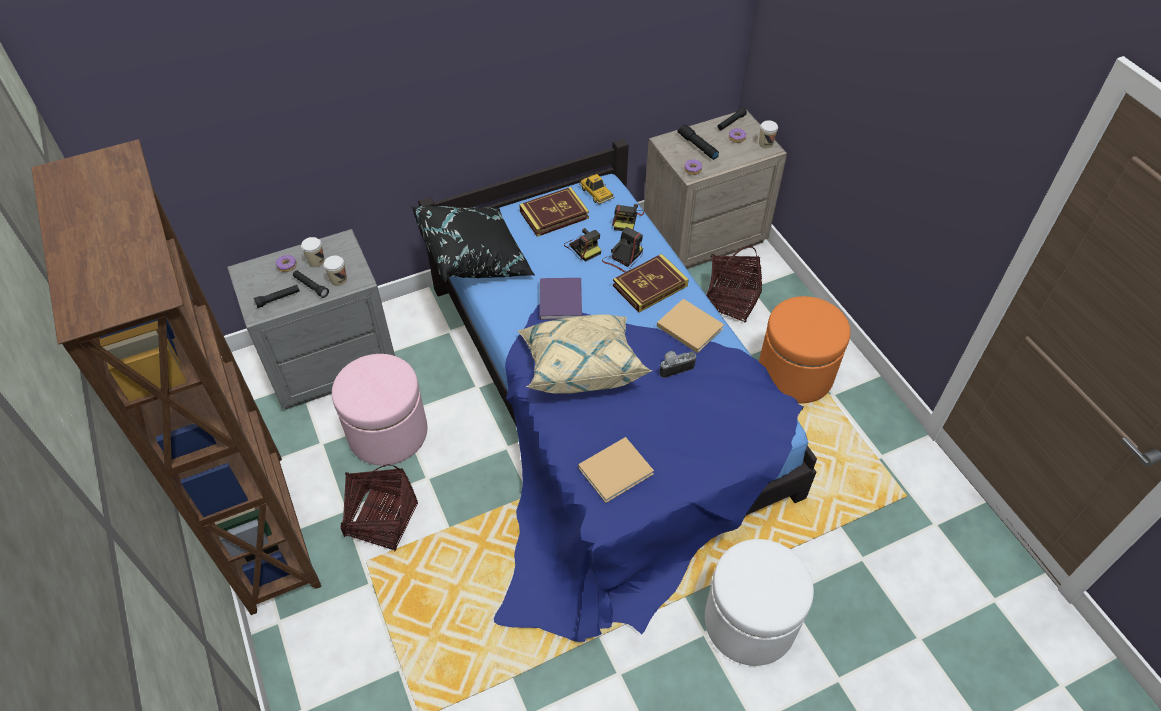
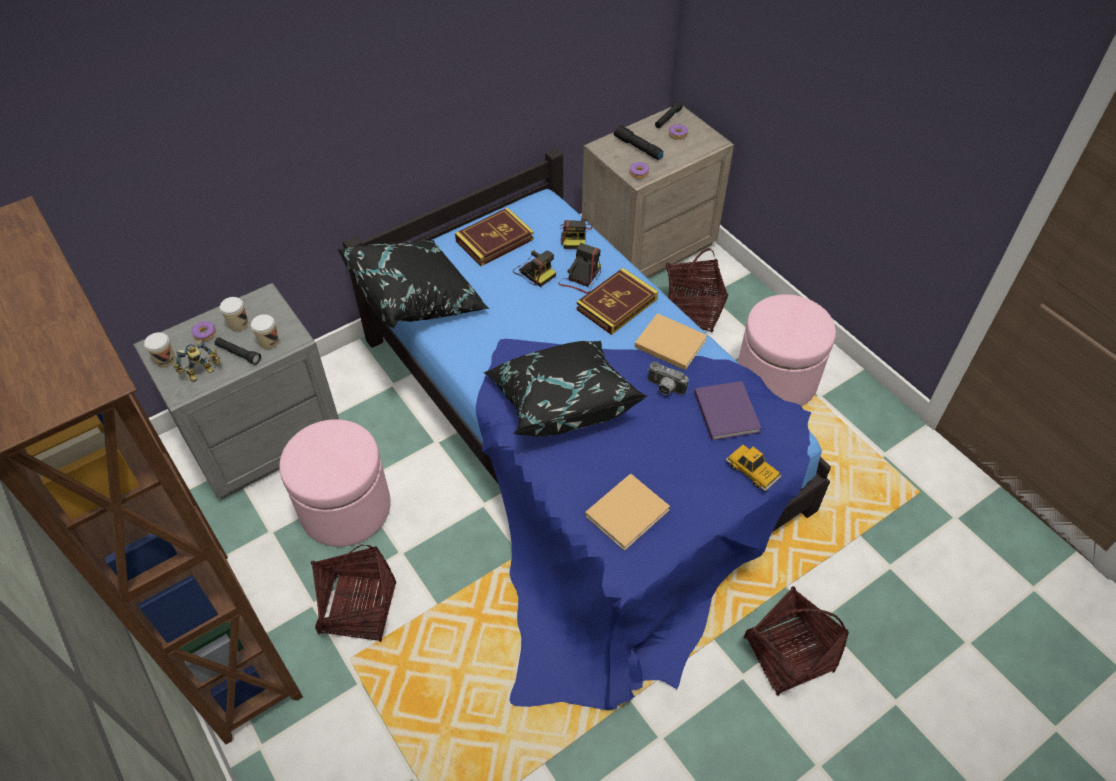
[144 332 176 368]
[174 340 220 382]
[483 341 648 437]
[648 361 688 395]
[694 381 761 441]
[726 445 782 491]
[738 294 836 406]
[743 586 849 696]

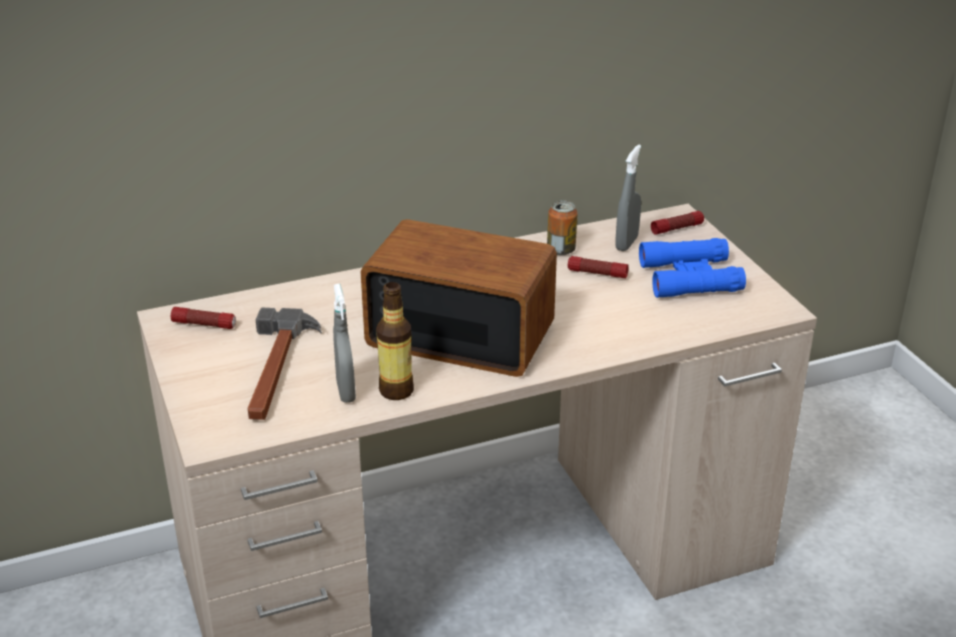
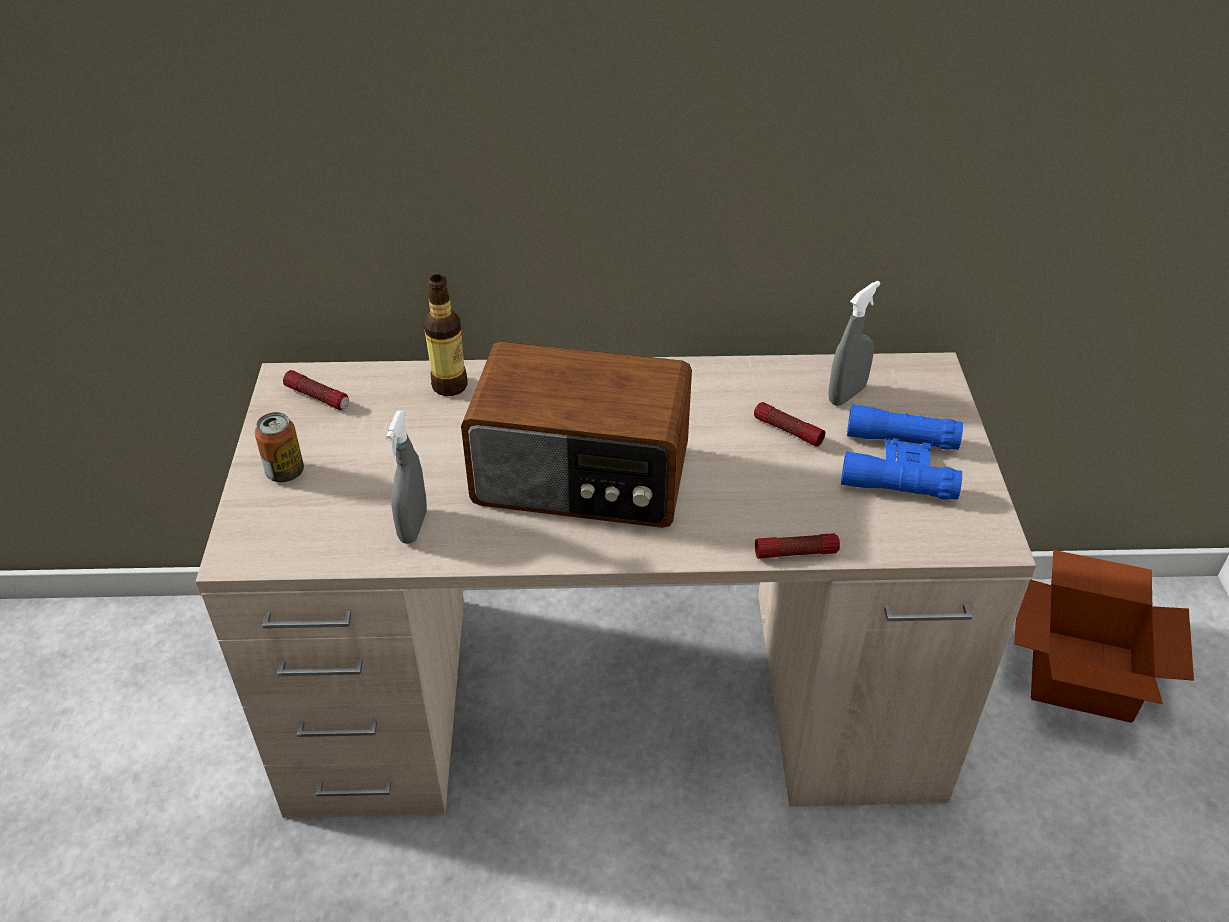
[255 412 304 482]
[424 274 468 396]
[461 342 692 528]
[755 533 840 559]
[1014 550 1194 723]
[248 308 322 420] (first image)

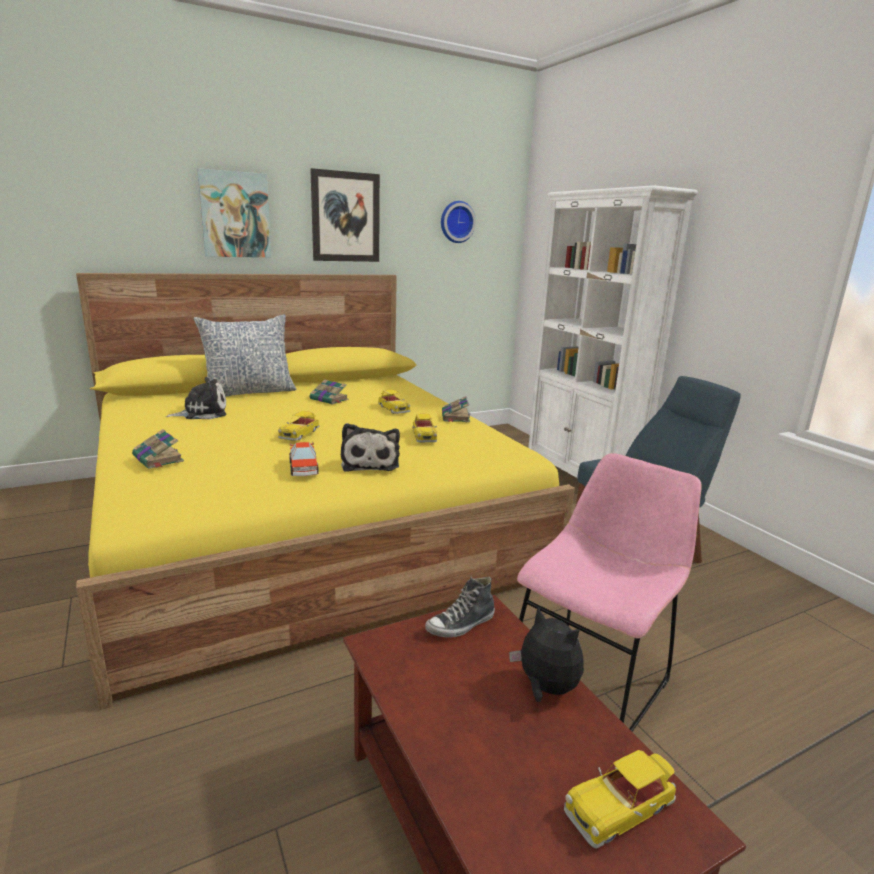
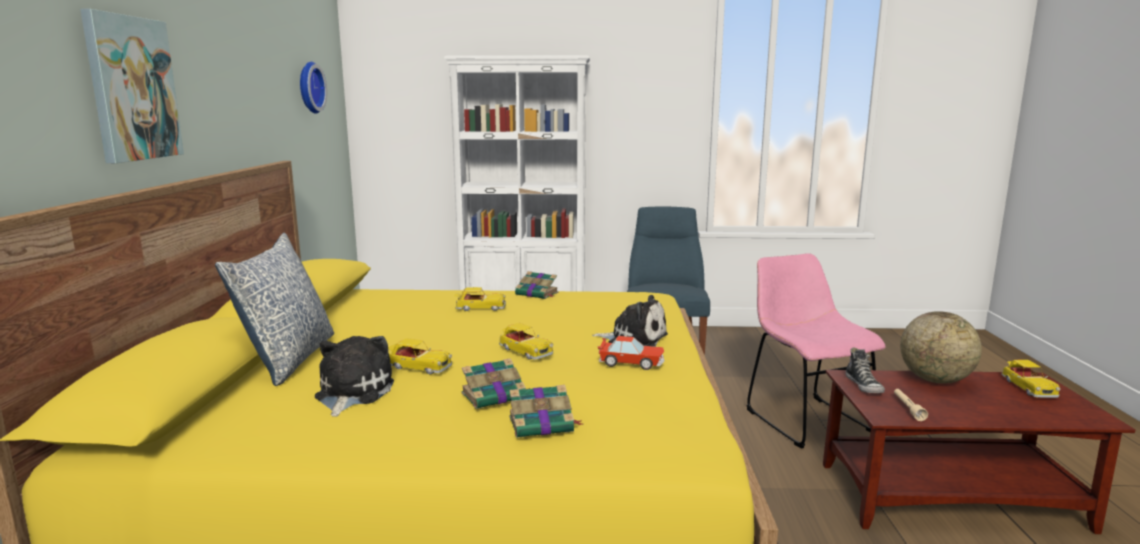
[388 338 452 374]
[461 358 530 409]
[894 389 928 421]
[900 311 982 384]
[310 168 380 262] (first image)

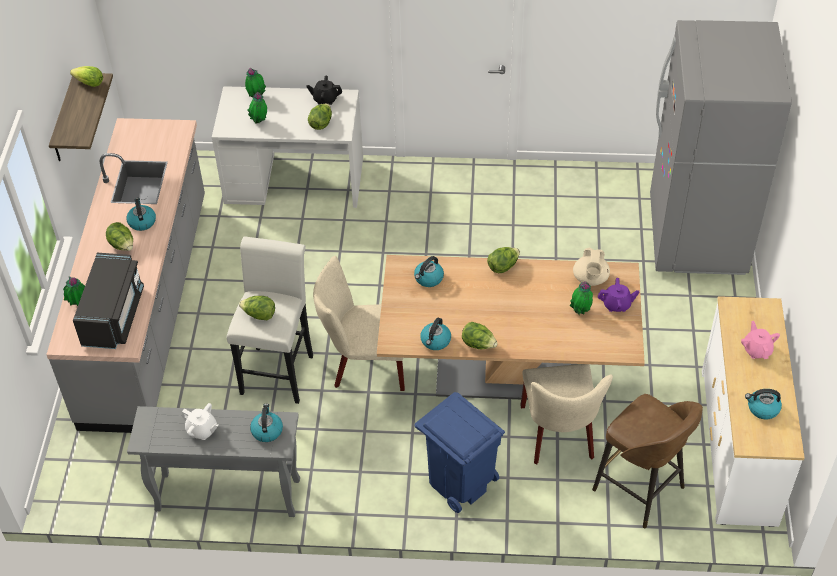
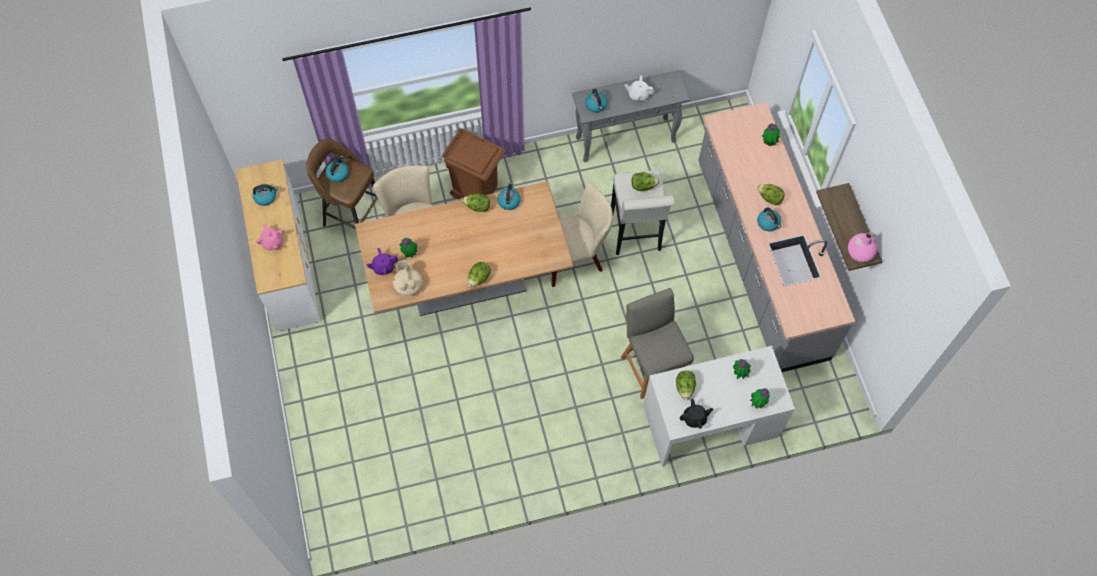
[326 156 349 182]
[442 128 505 199]
[621 288 694 399]
[848 232 878 262]
[73 253 144 349] (first image)
[650 20 792 275] (first image)

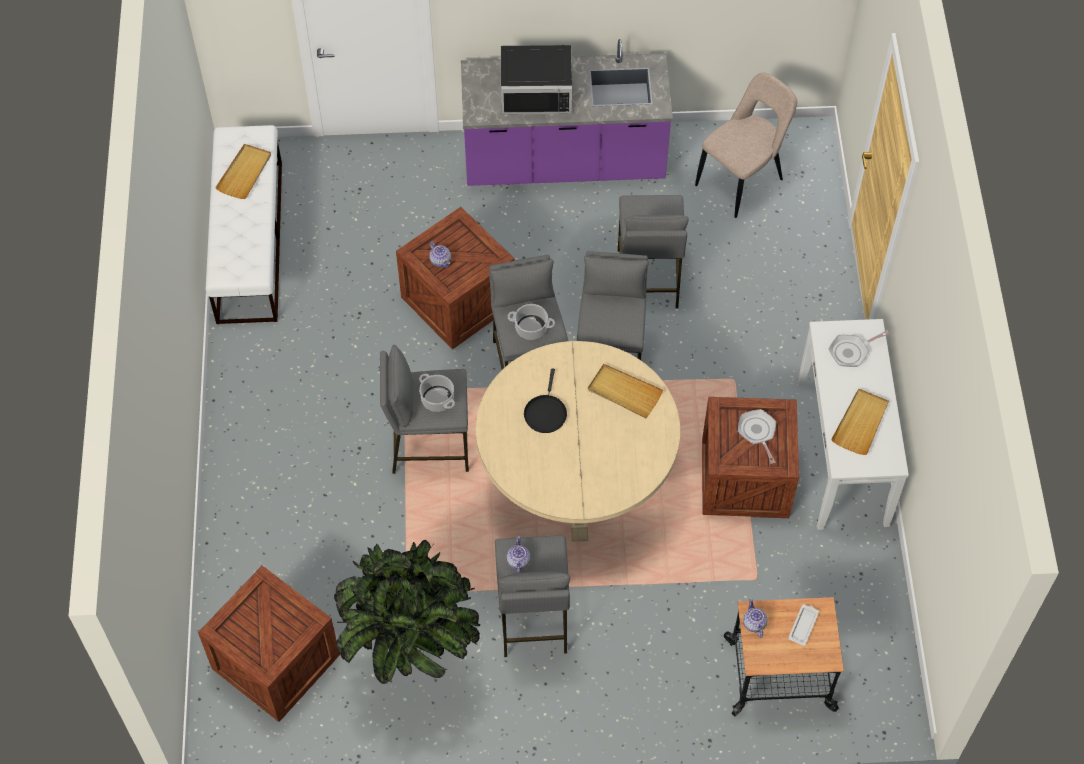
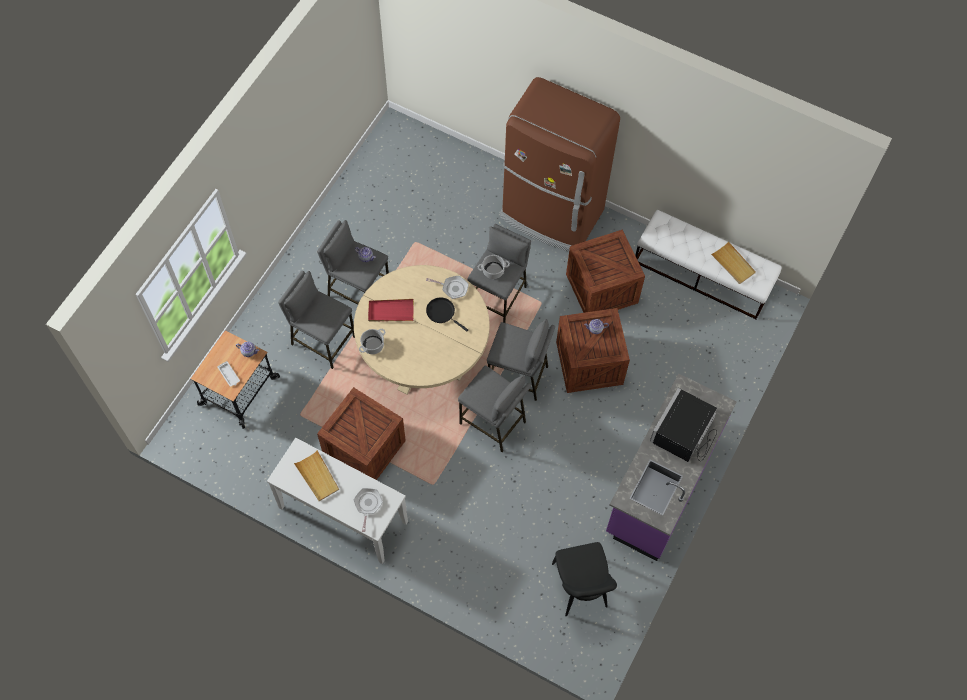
[278 271 355 369]
[359 329 385 354]
[368 299 414 322]
[426 276 469 299]
[499 77 620 252]
[552 542 617 616]
[566 229 645 313]
[334 540 480 684] (first image)
[588 364 663 419] (first image)

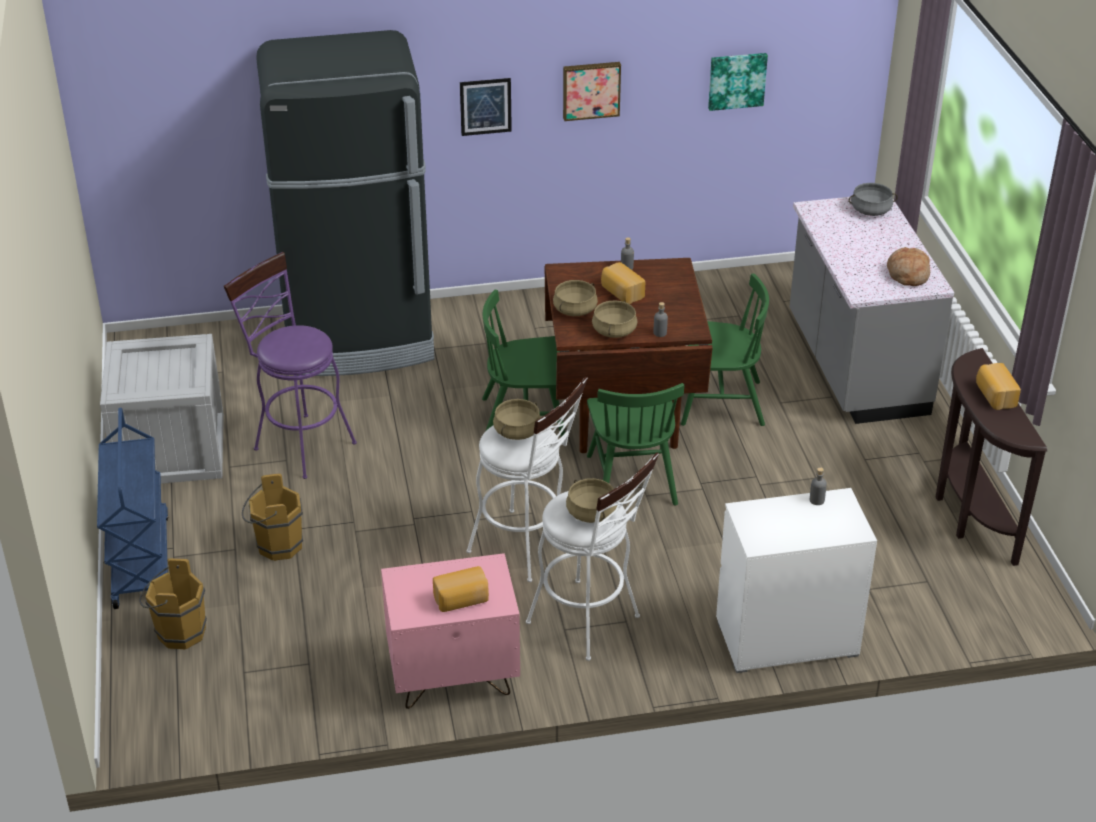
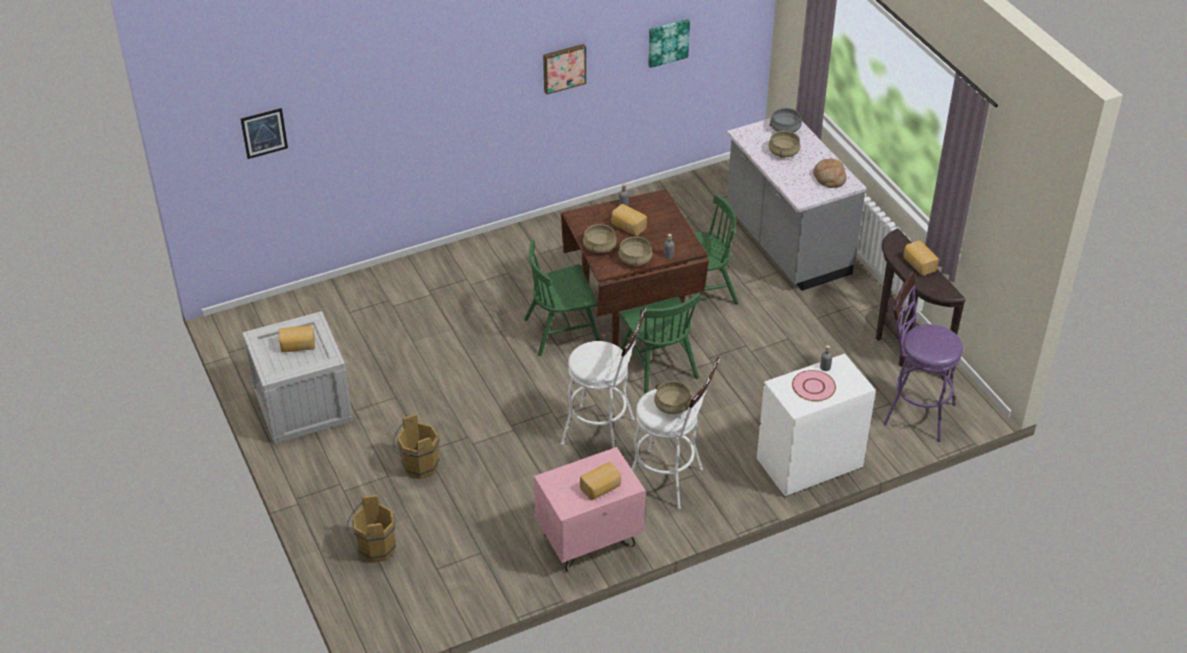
[241 108 288 159]
[279 325 315 352]
[768 131 801 158]
[792 370 836 401]
[884 271 963 442]
[97 408 169 609] (first image)
[256 30 435 376] (first image)

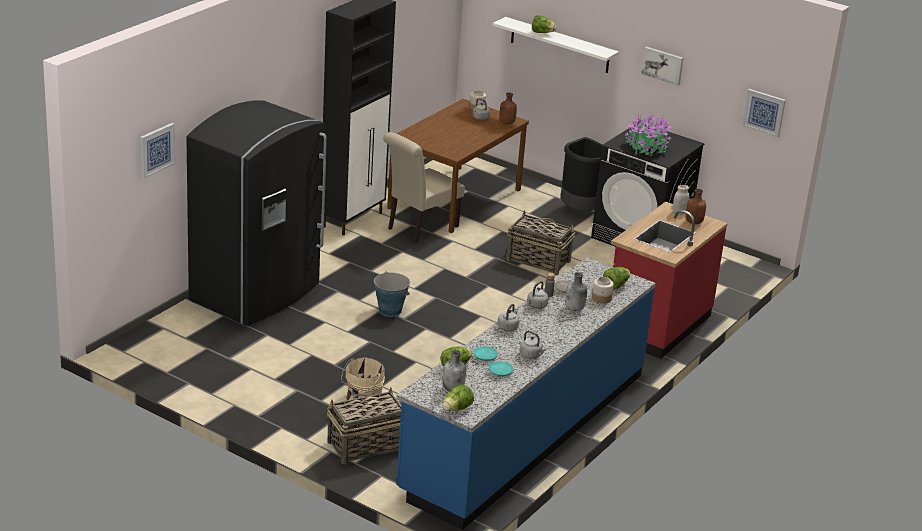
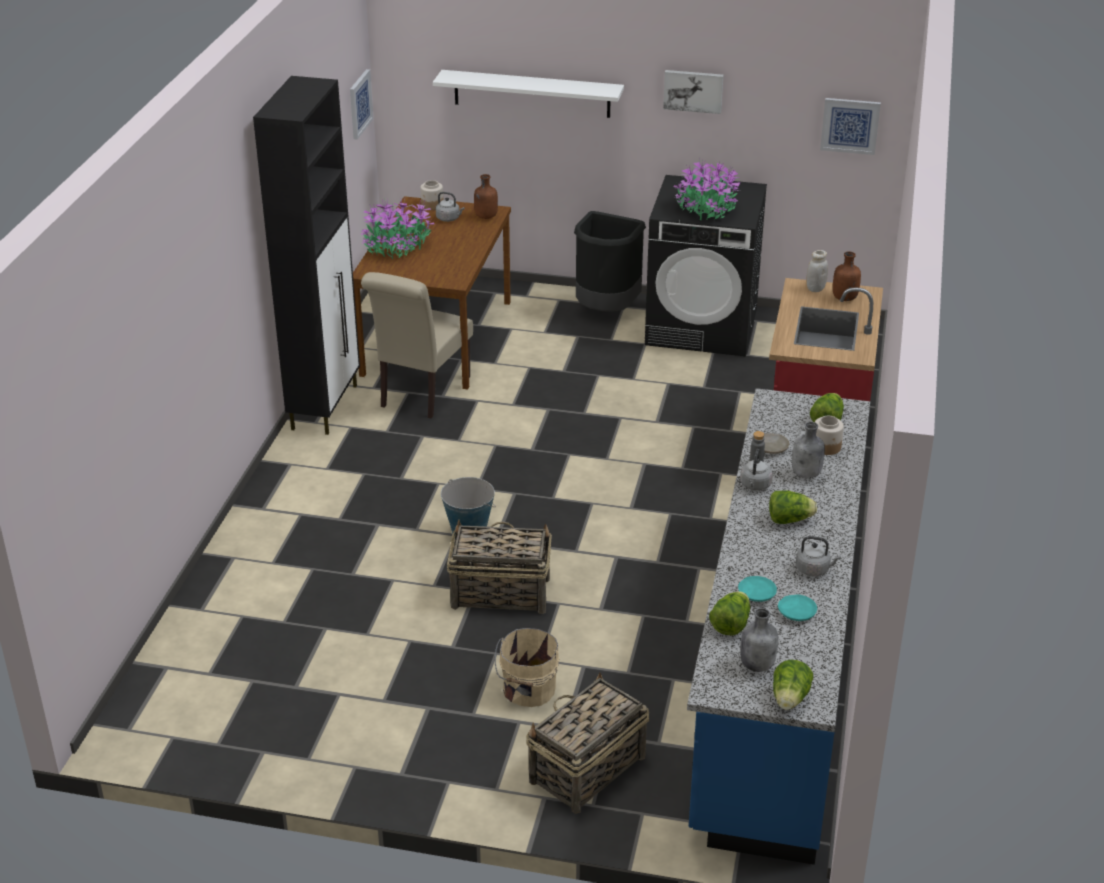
[350 69 373 140]
[361 198 434 259]
[447 520 552 614]
[769 490 817 524]
[186 100 327 326] (first image)
[497 304 520 332] (first image)

